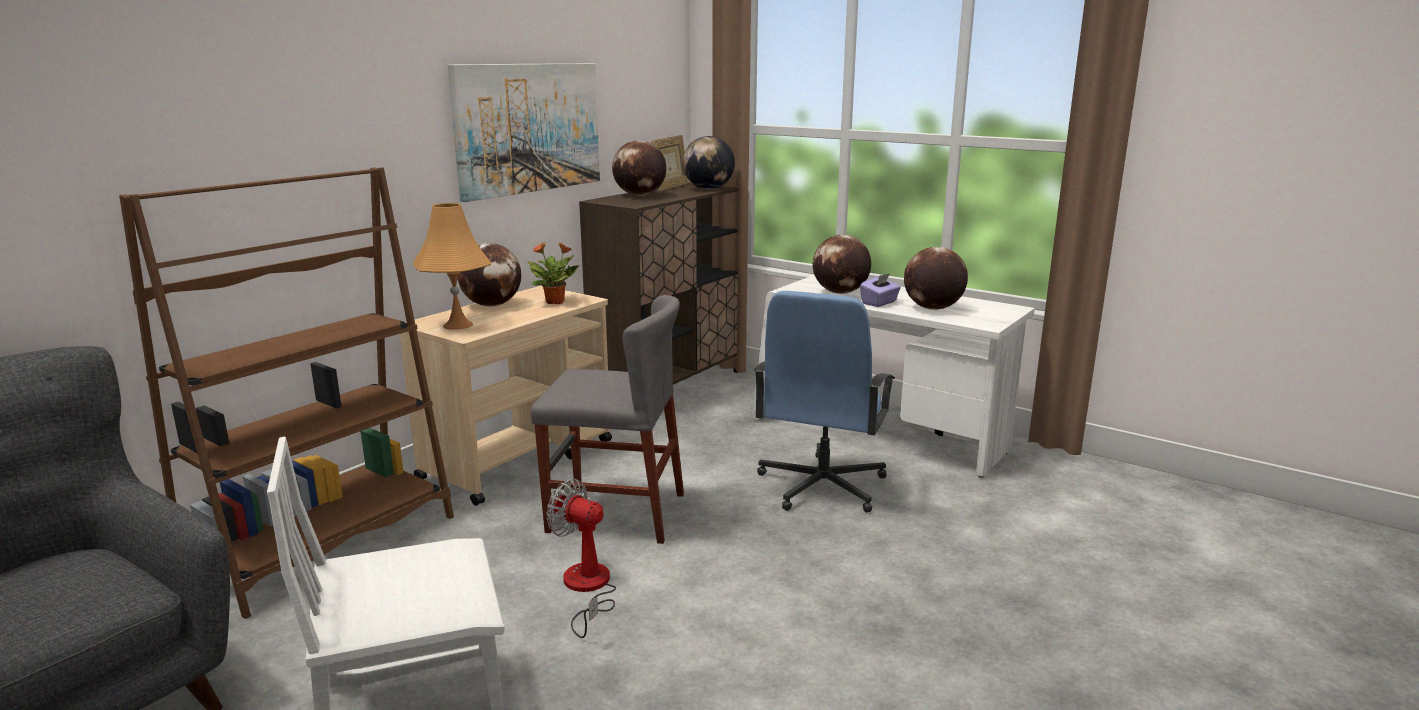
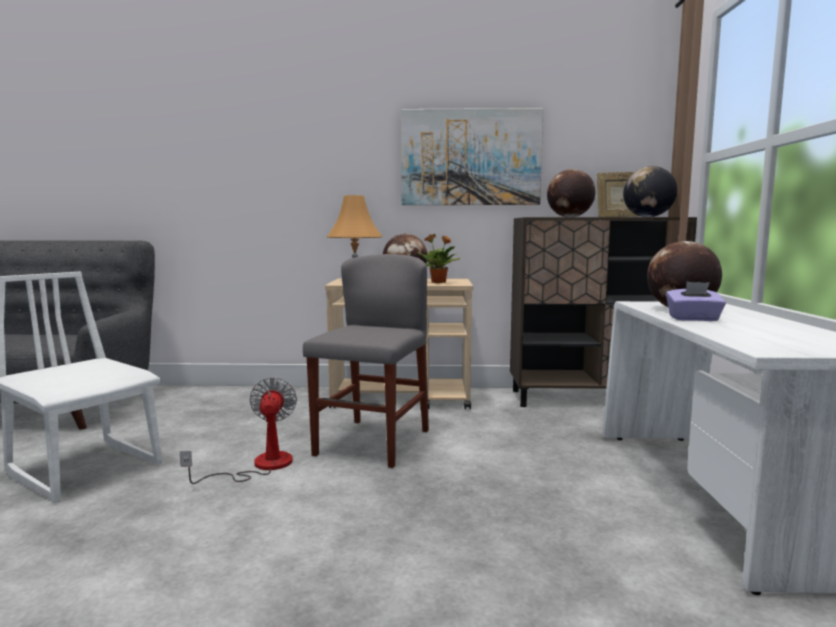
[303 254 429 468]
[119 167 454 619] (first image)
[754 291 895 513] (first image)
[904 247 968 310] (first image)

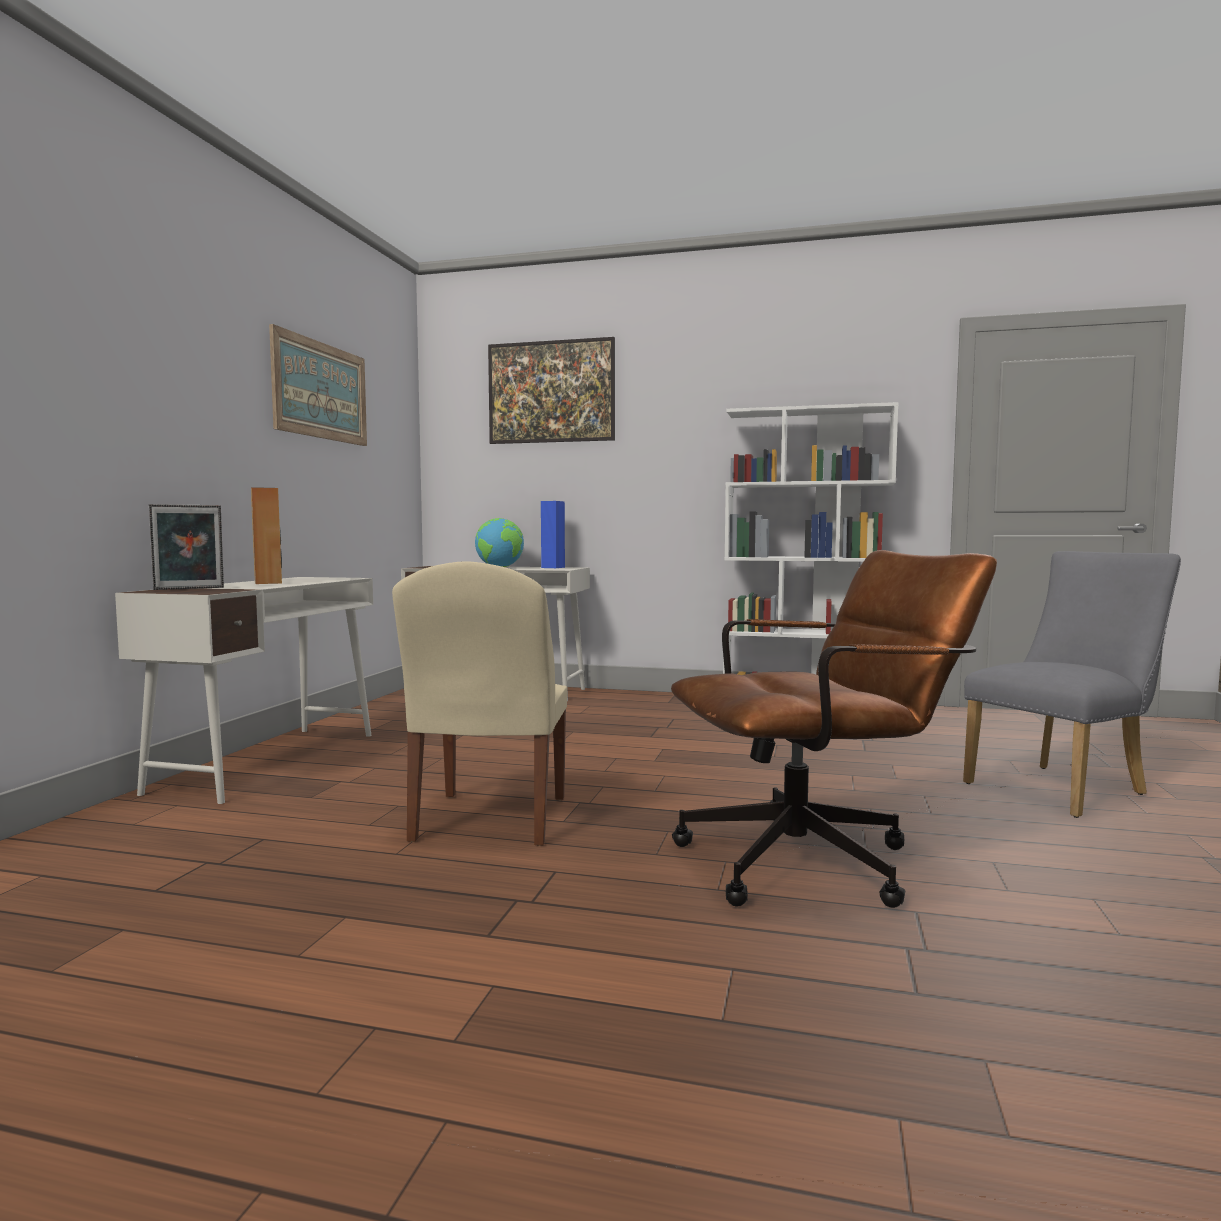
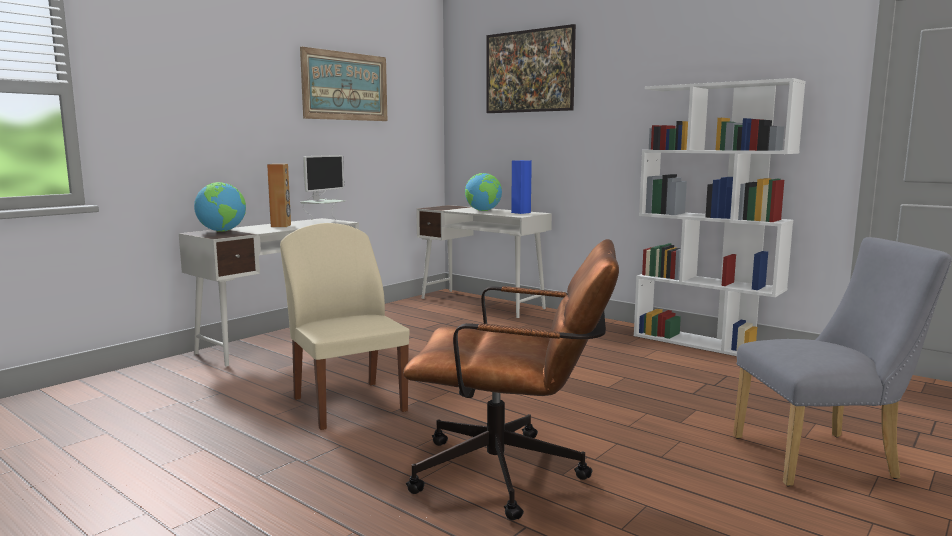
[194 182 246 232]
[280 223 410 430]
[300 155 345 220]

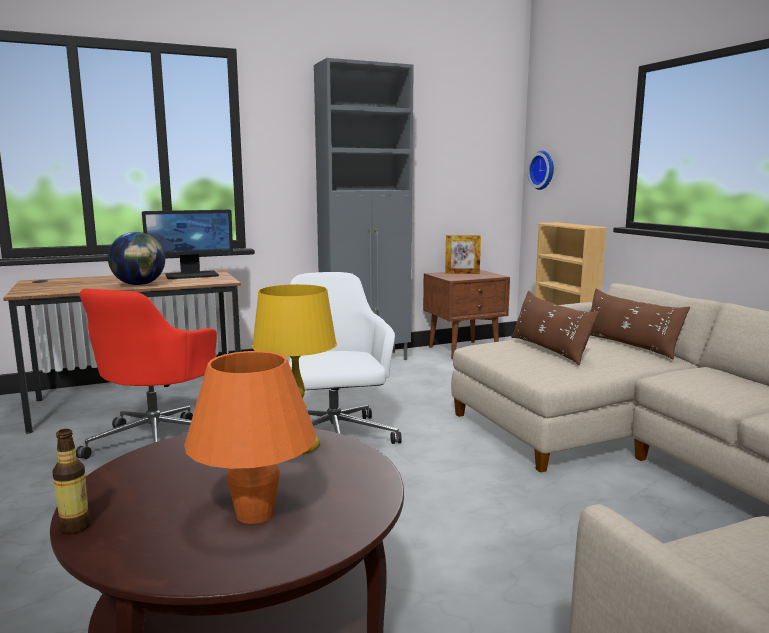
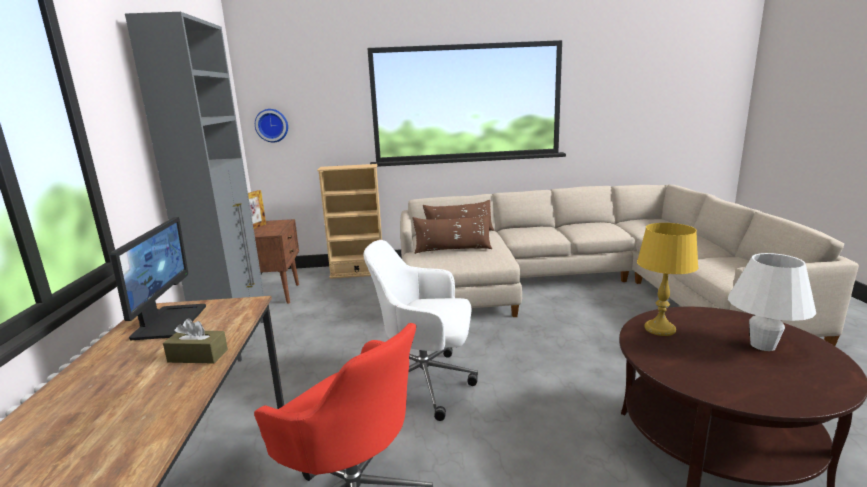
[163 318 228 364]
[728 253 816 351]
[53 429 91 535] (first image)

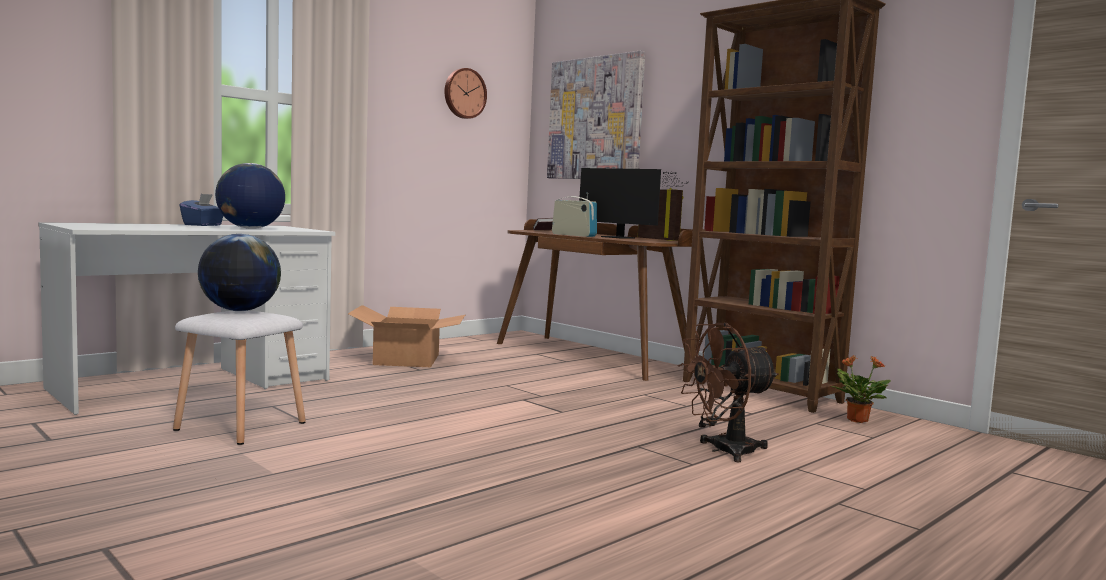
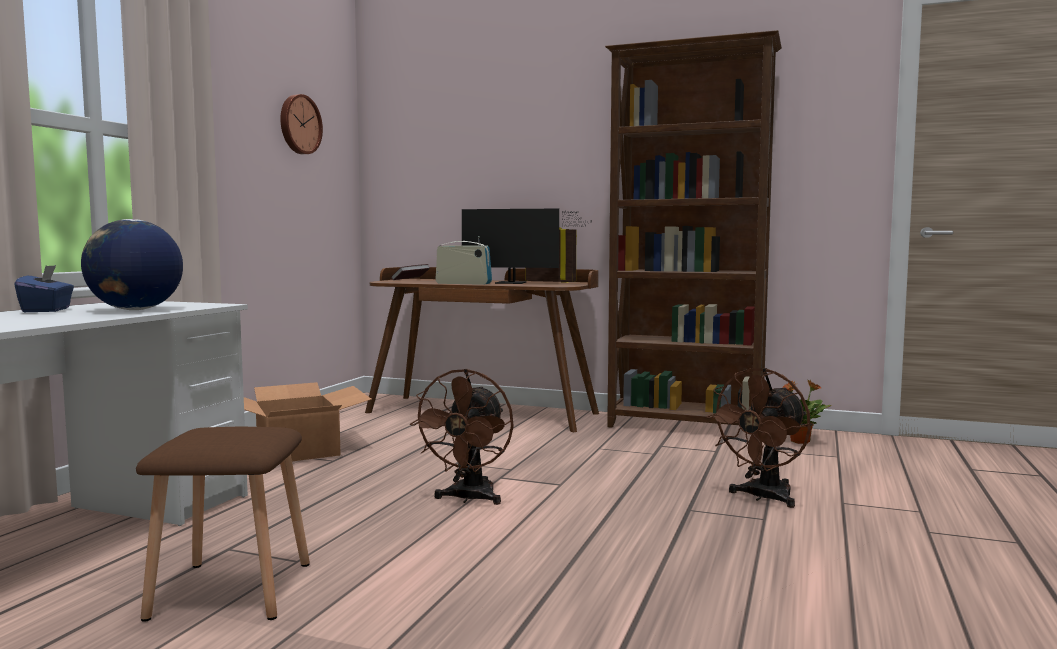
[136 426 310 622]
[410 369 514 505]
[198 234 281 311] (first image)
[547 50 645 179] (first image)

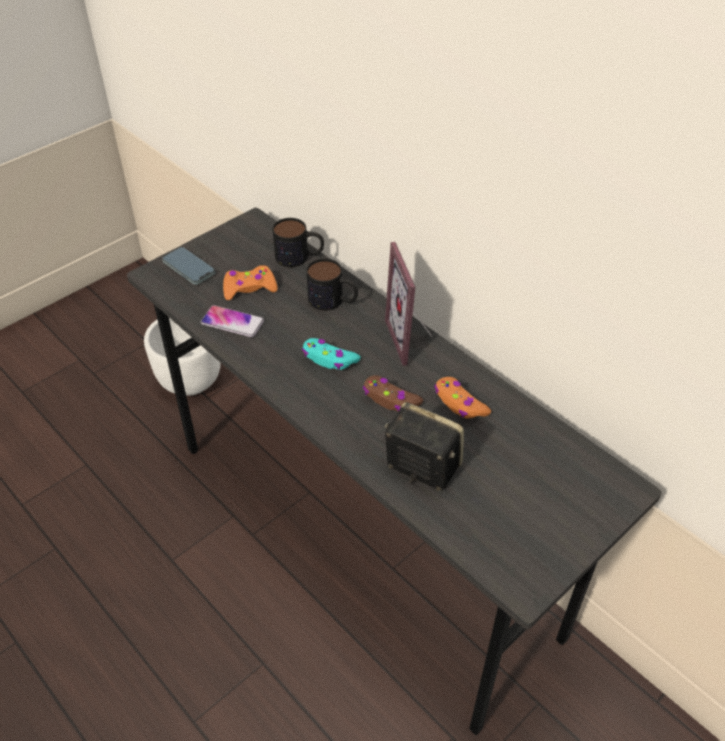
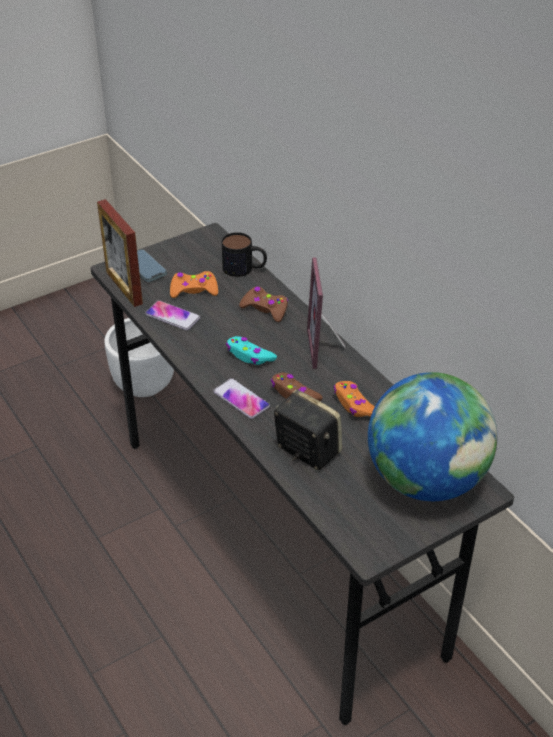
[97 199 143 307]
[213 378 270 419]
[239 286 288 322]
[368 372 497 501]

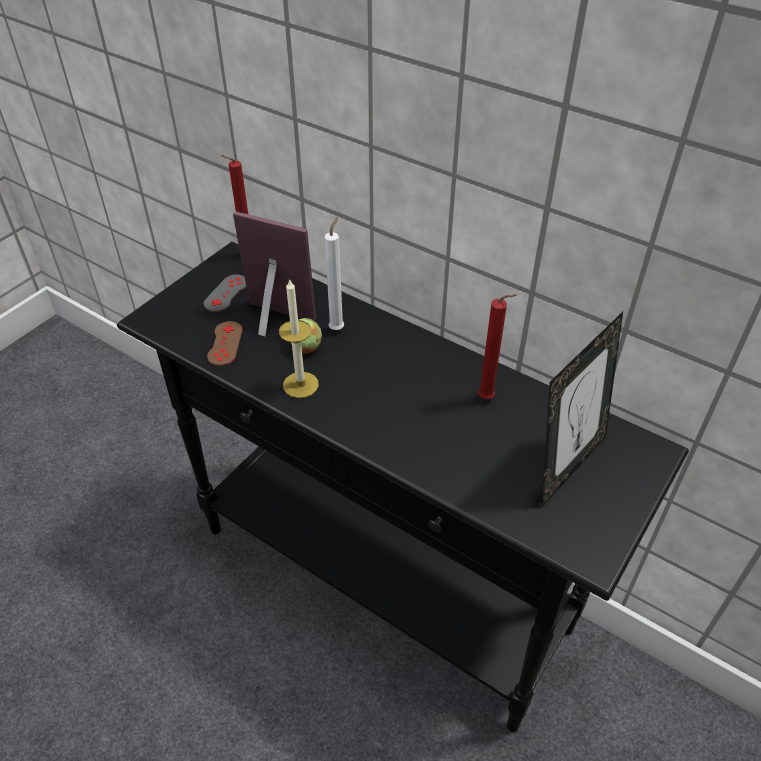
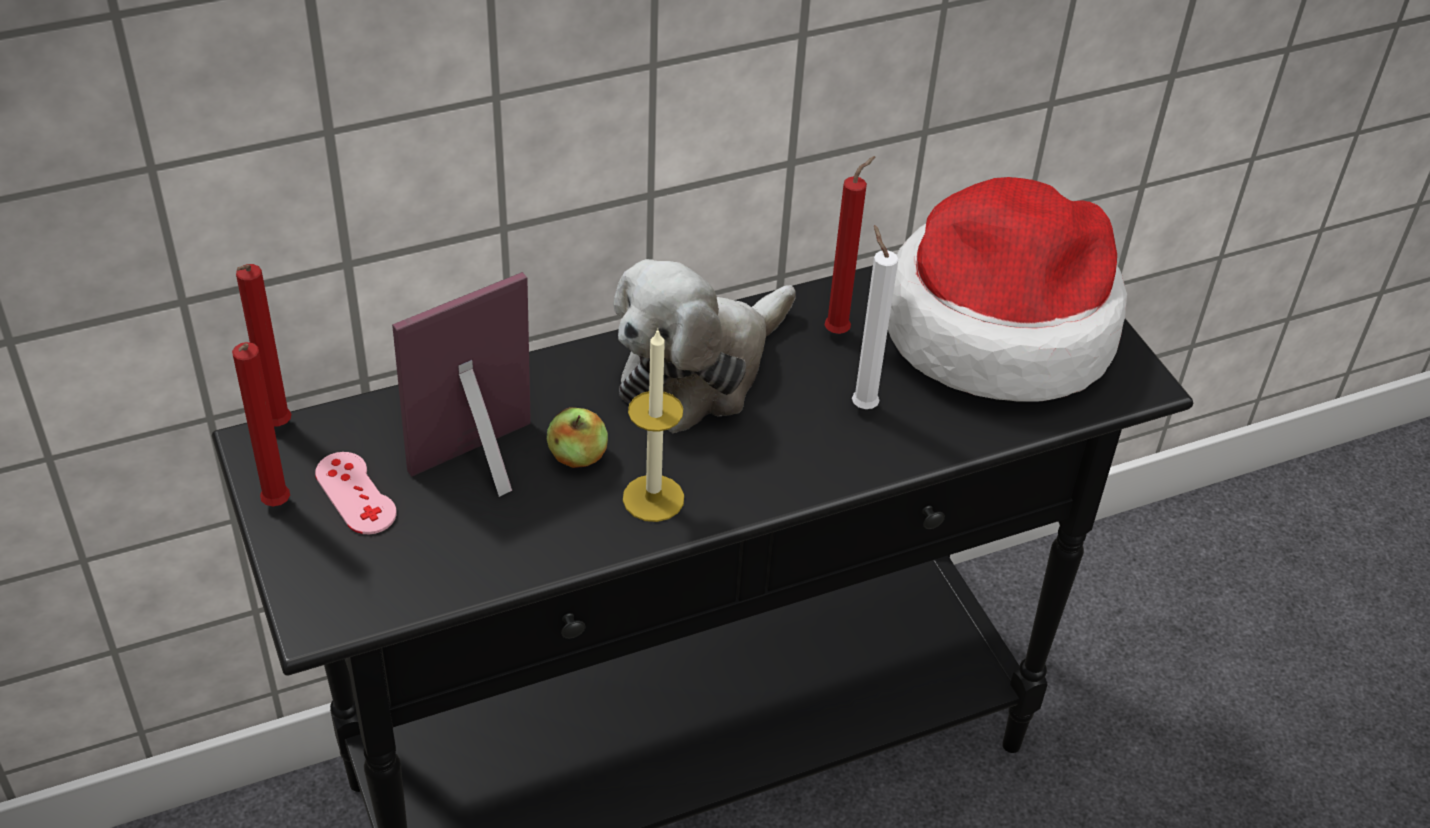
[232 342 290 506]
[315 452 397 534]
[613 259 795 433]
[852 225 898 409]
[888 177 1127 402]
[207 321 243 366] (first image)

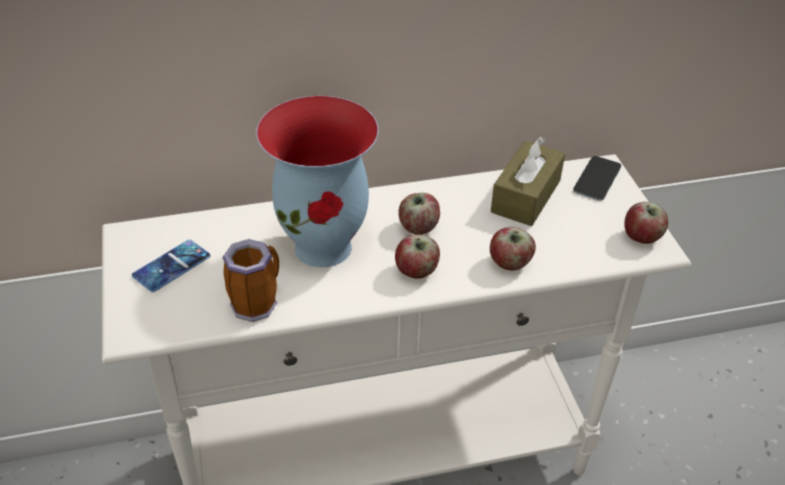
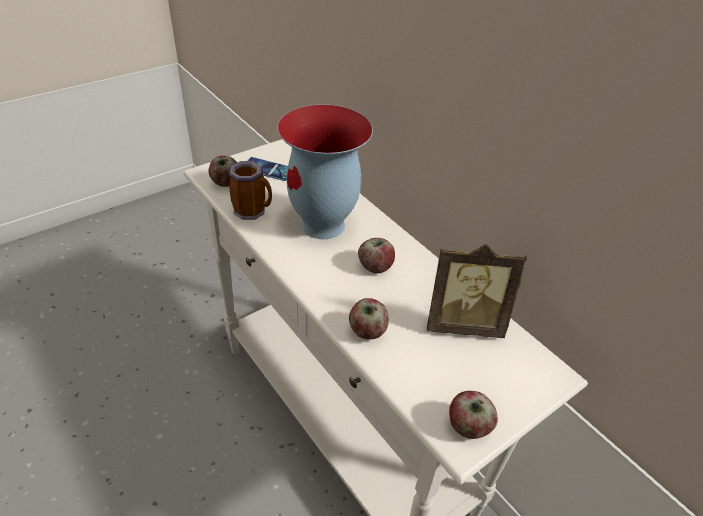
[209 156 237 187]
[427 244 527 338]
[573 156 621 201] (first image)

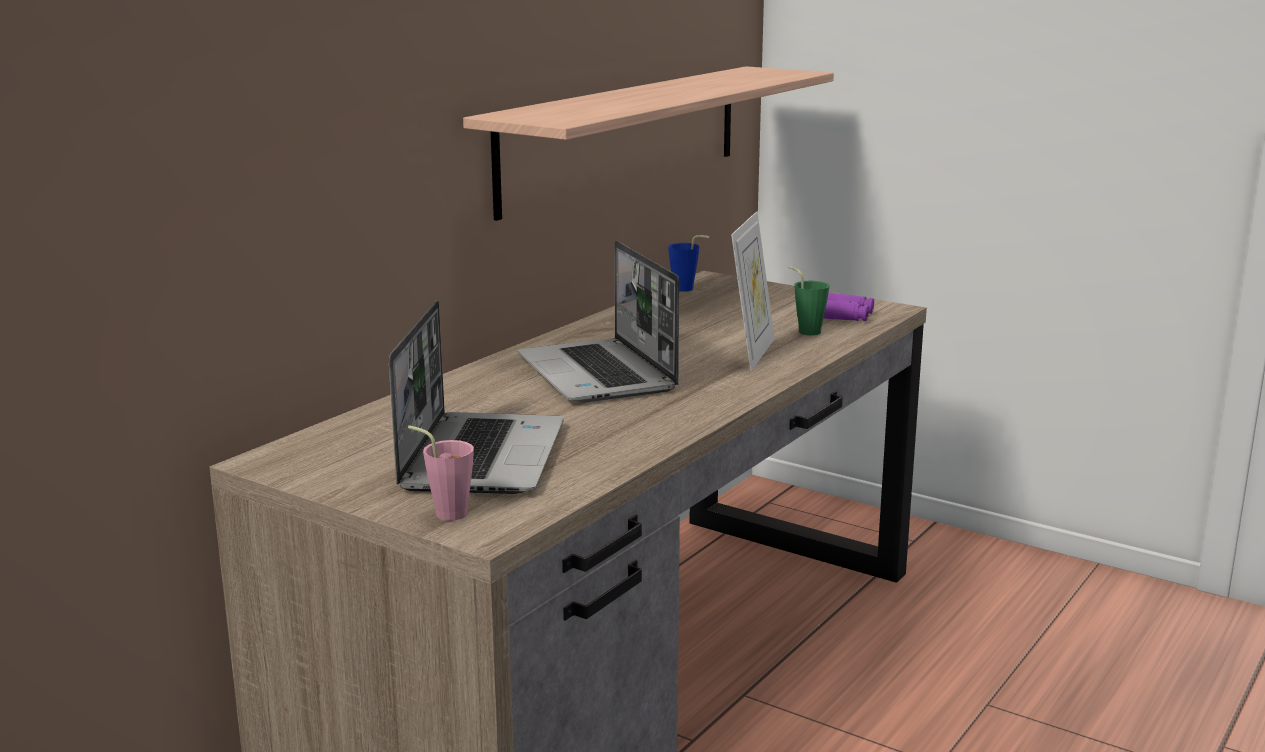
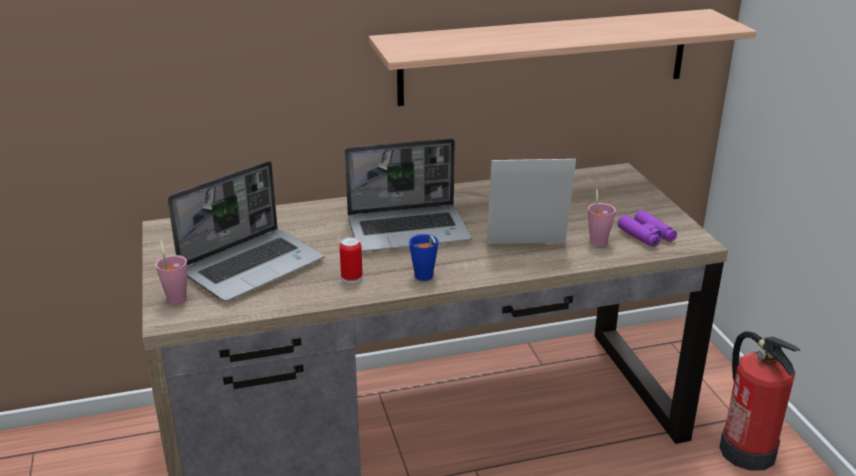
[340 237 363 283]
[345 139 472 252]
[409 234 439 281]
[487 159 576 244]
[588 189 616 247]
[719 331 800 471]

